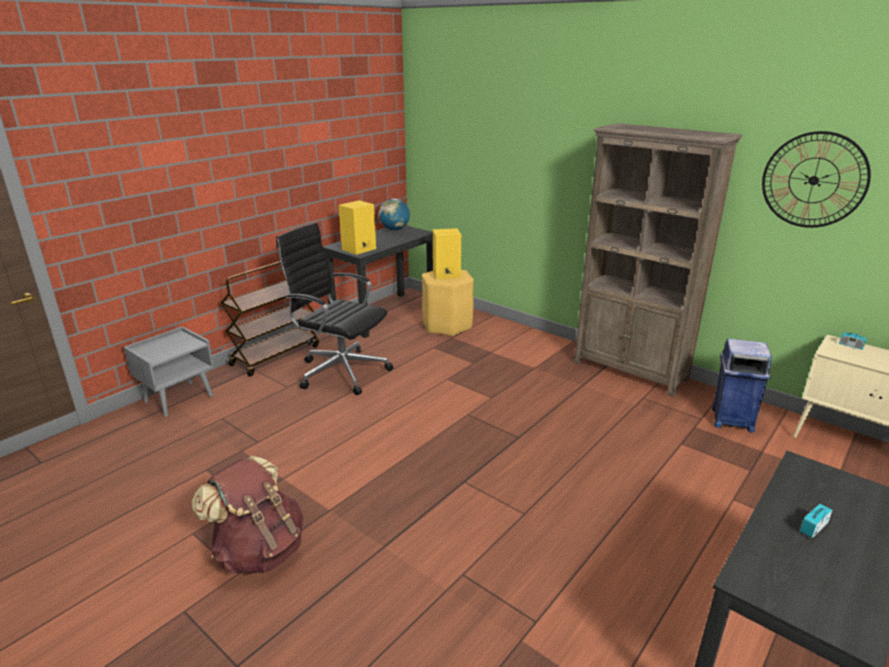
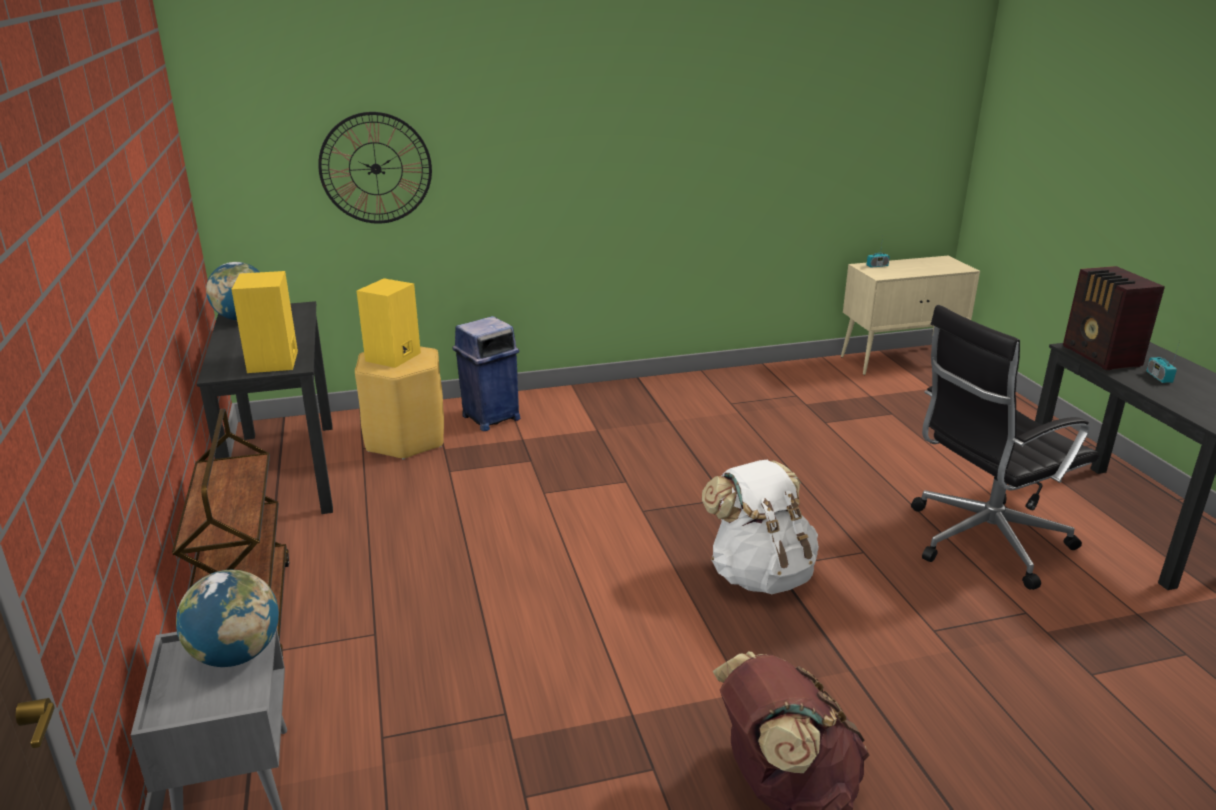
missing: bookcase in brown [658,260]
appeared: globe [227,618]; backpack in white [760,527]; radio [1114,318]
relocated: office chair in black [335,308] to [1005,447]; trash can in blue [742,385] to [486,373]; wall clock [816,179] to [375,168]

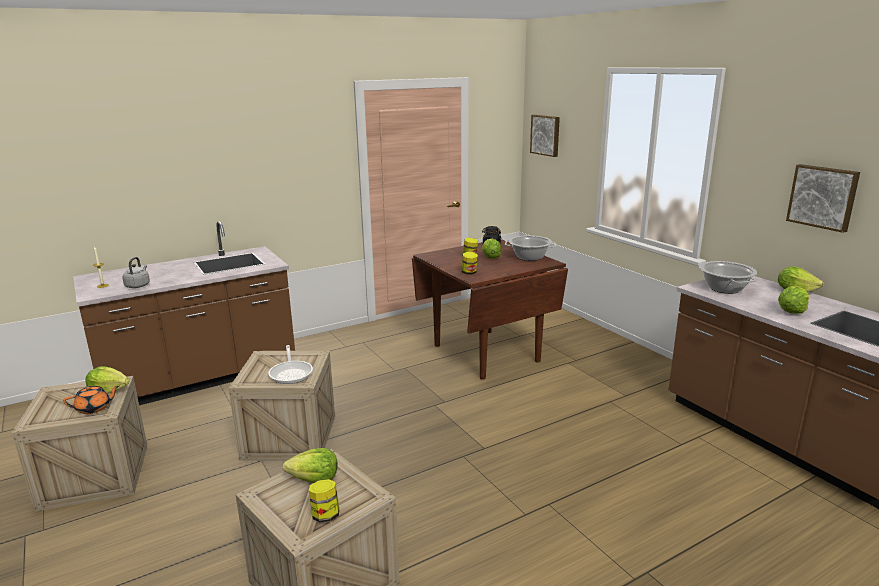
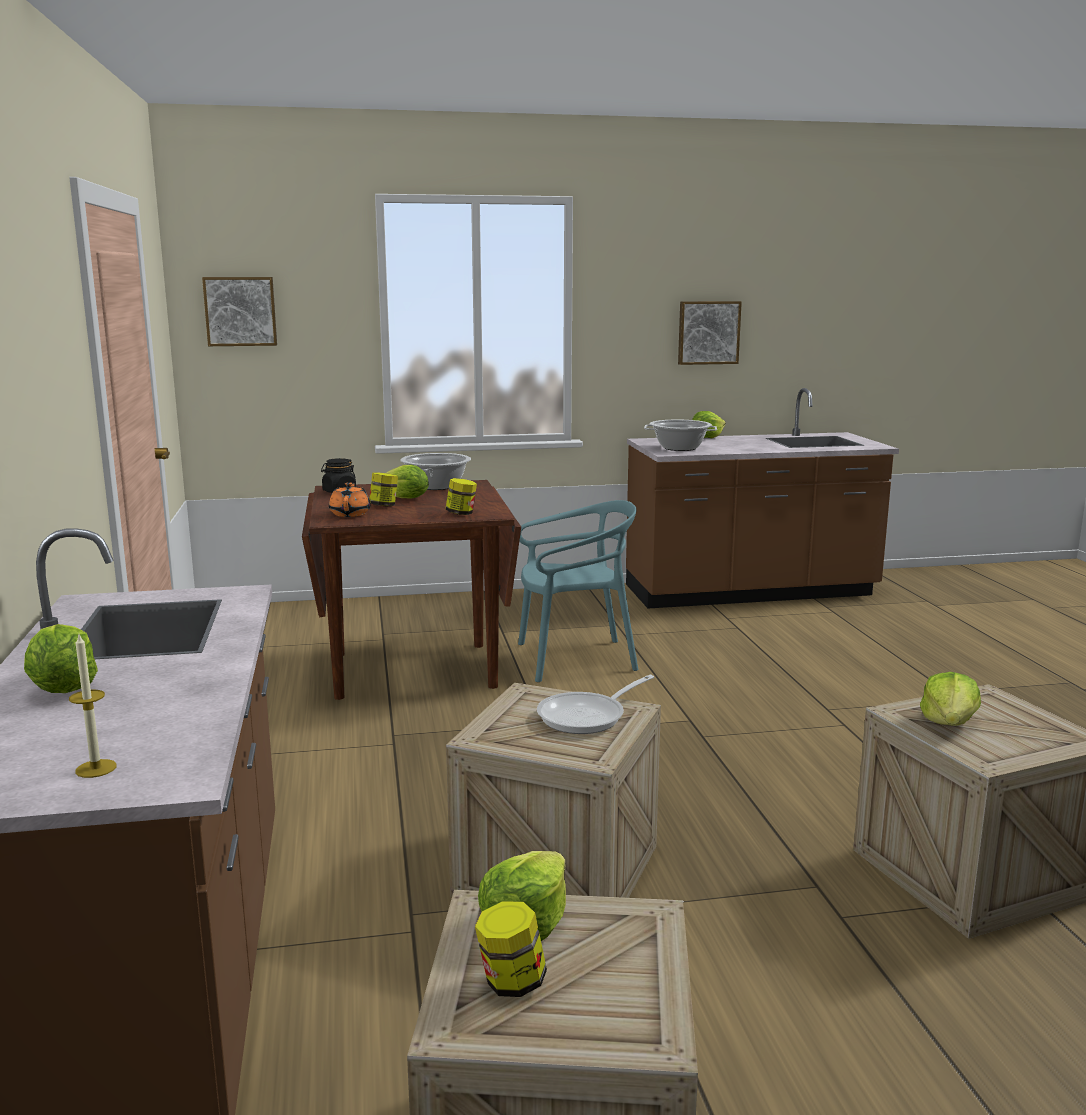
missing: kettle in grey [136,272]
appeared: chair in turquoise [578,591]
relocated: teapot in orange [91,400] to [349,499]; jar [324,500] to [511,949]; lettuce [793,300] to [61,658]
spun: frying pan [290,364] = [595,704] 135 degrees clockwise

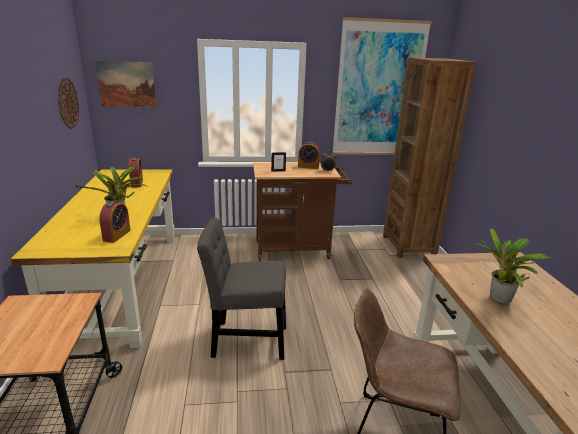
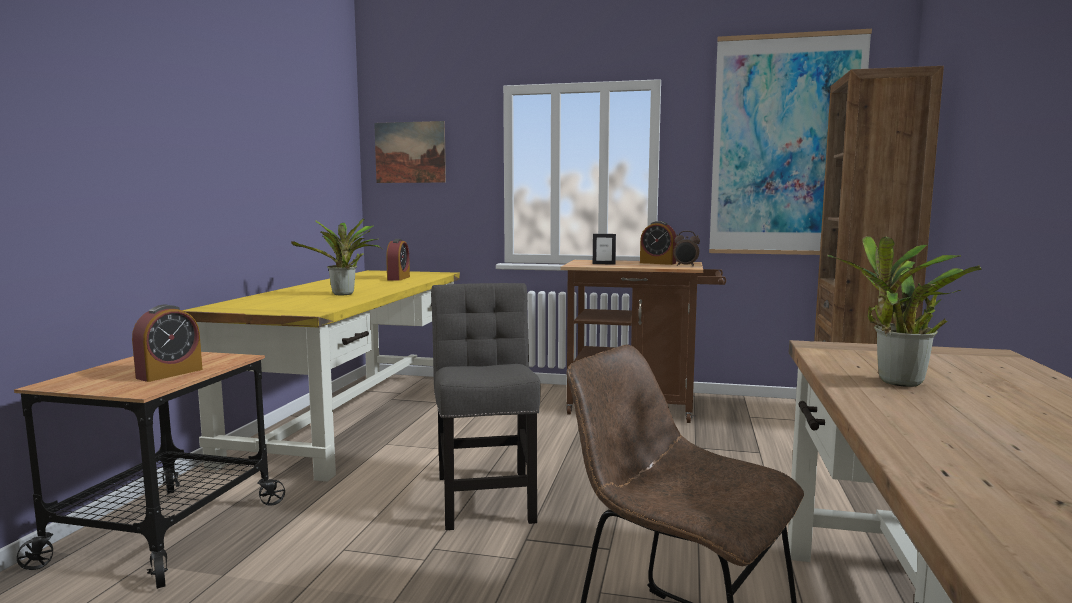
missing: wall clock [68,103]
relocated: alarm clock [115,221] to [167,343]
spun: chair in grey [241,288] = [485,406] 60 degrees clockwise

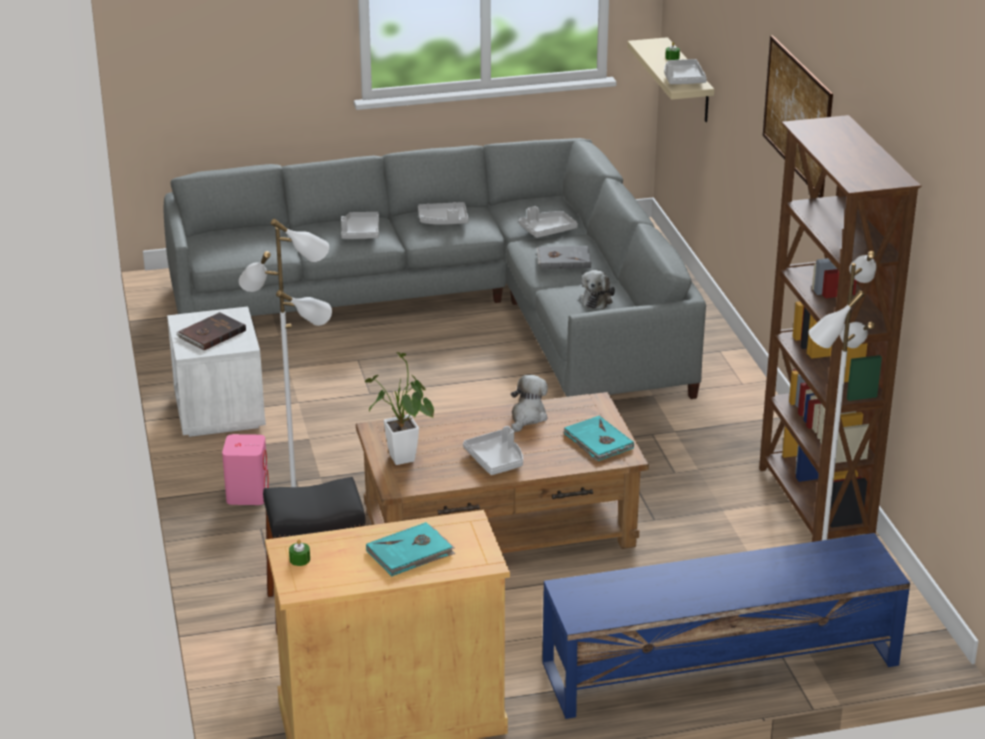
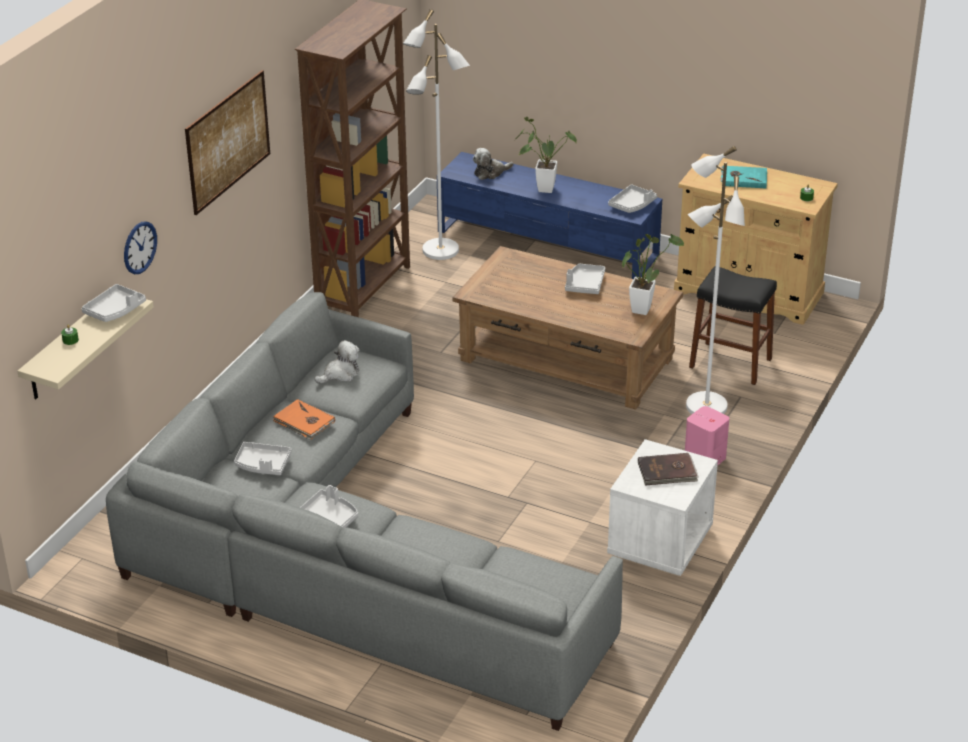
missing: book in turquoise [598,438]
appeared: wall clock [140,248]; potted plant [546,155]
relocated: tray in grey [360,225] to [632,198]; plush toy [529,403] to [493,164]
colour: book in grey [564,257] to book in orange [304,419]

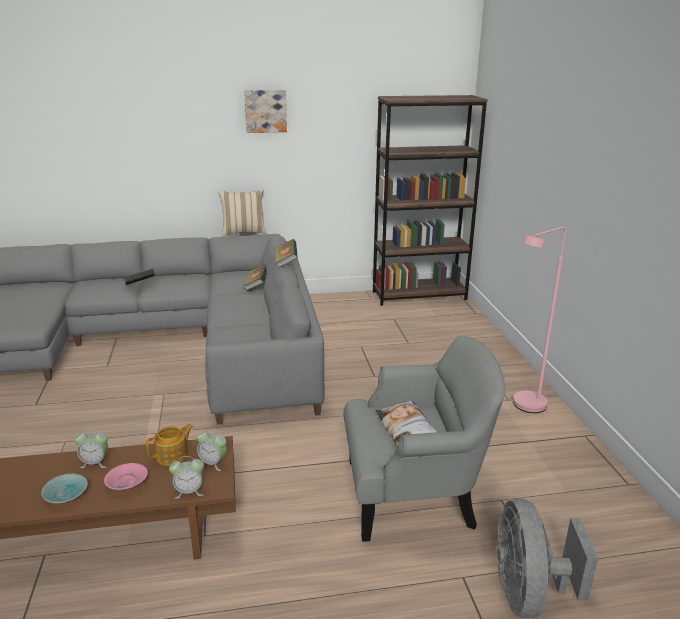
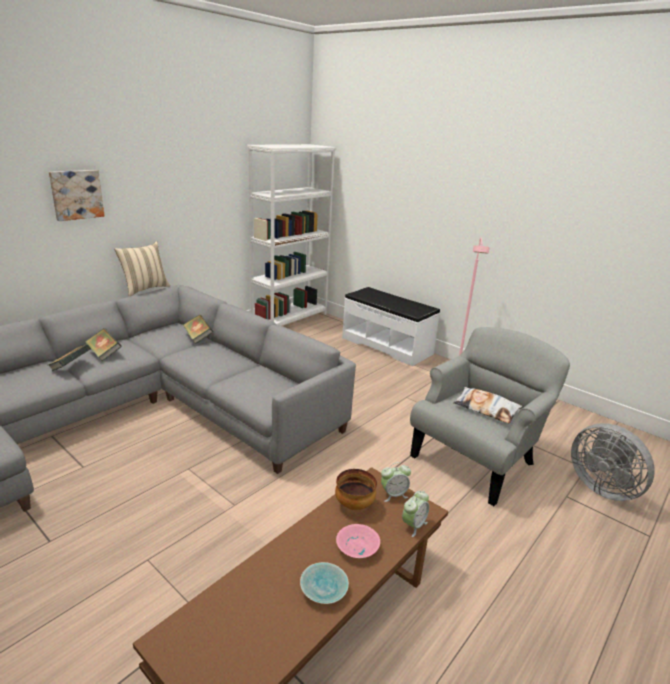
missing: alarm clock [91,448]
appeared: bench in white [391,326]
relocated: picture [265,111] to [77,195]; book [286,253] to [103,344]
exchanged: teapot [170,445] to bowl [356,489]
colour: bookcase in brown [430,200] to bookcase in white [291,235]

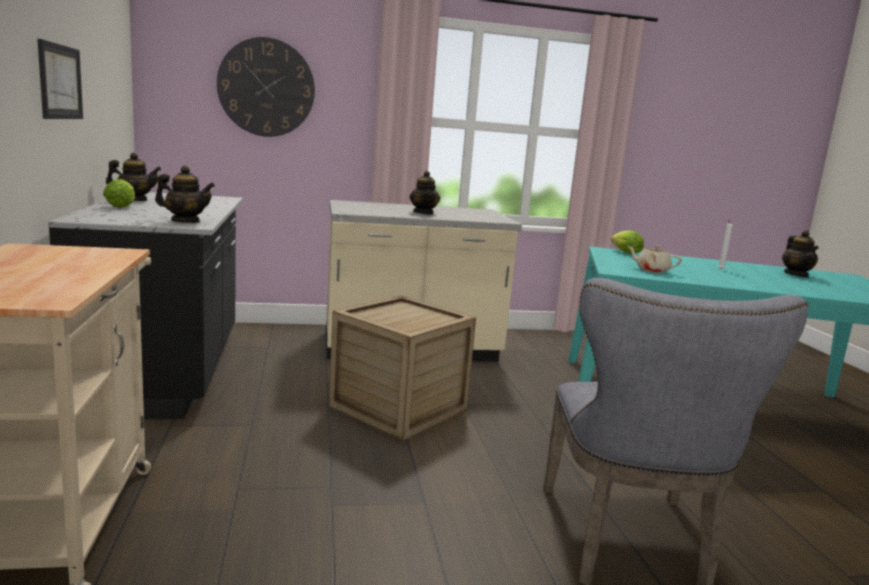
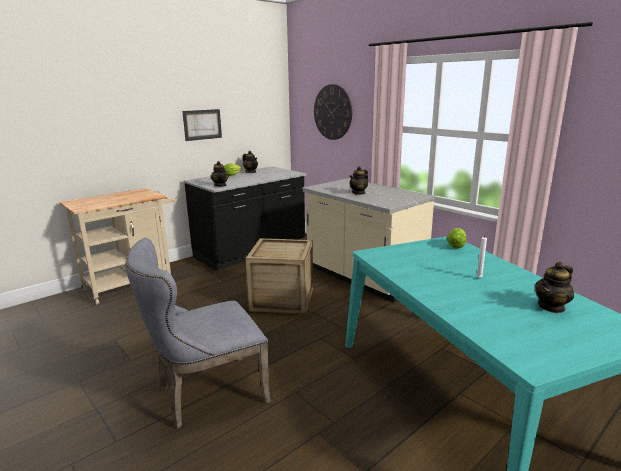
missing: teapot in beige [654,259]

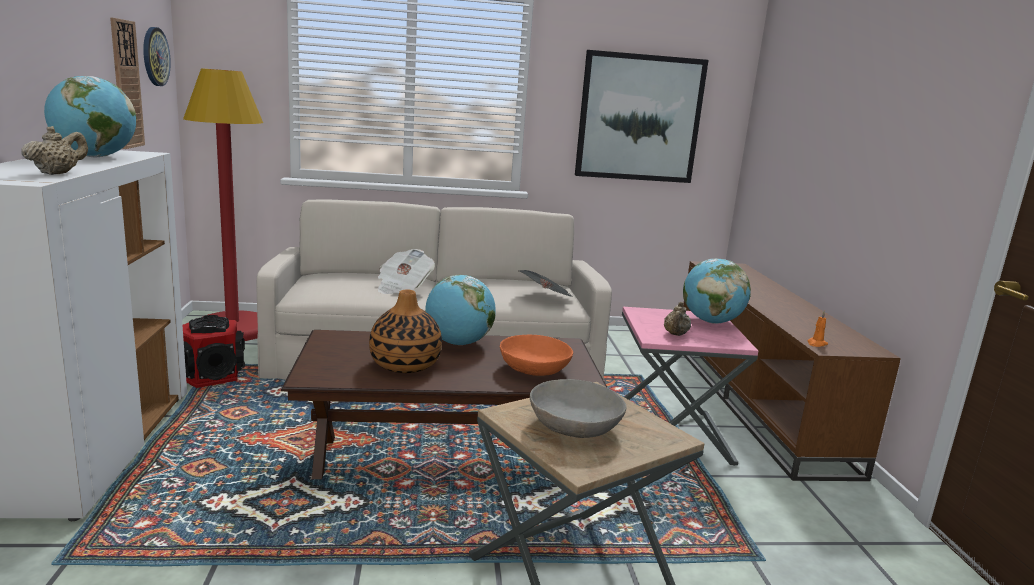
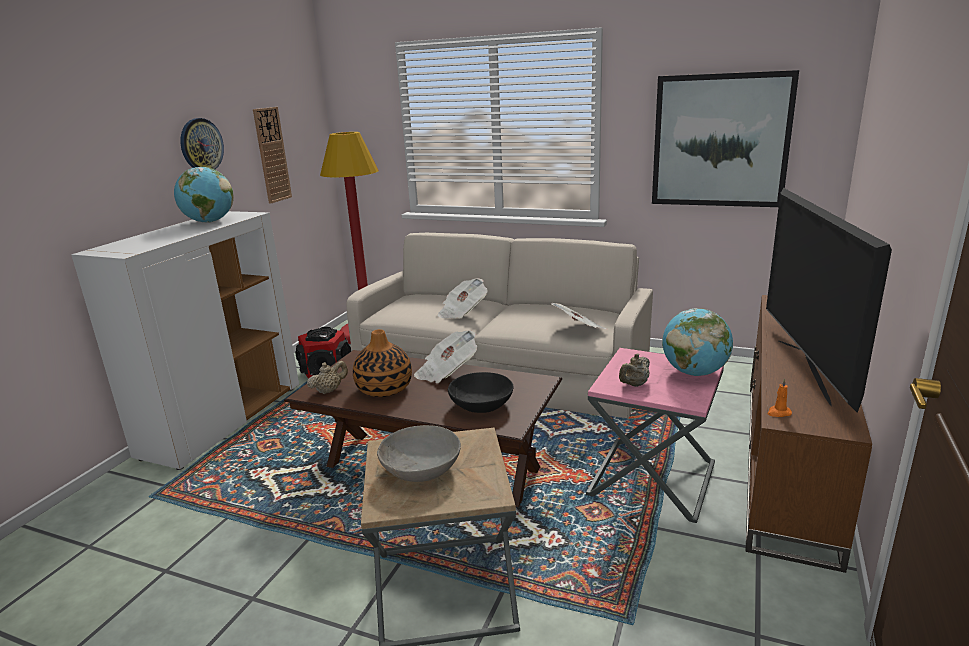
appeared: television [829,300]
relocated: teapot in beige [55,150] to [327,377]; wall clock [157,56] to [202,143]
exchanged: globe [460,310] to newspaper [445,356]
colour: bowl in orange [536,355] to bowl in black [480,392]

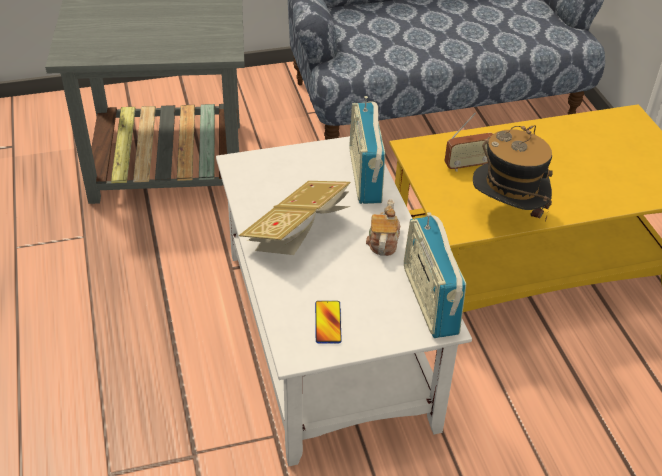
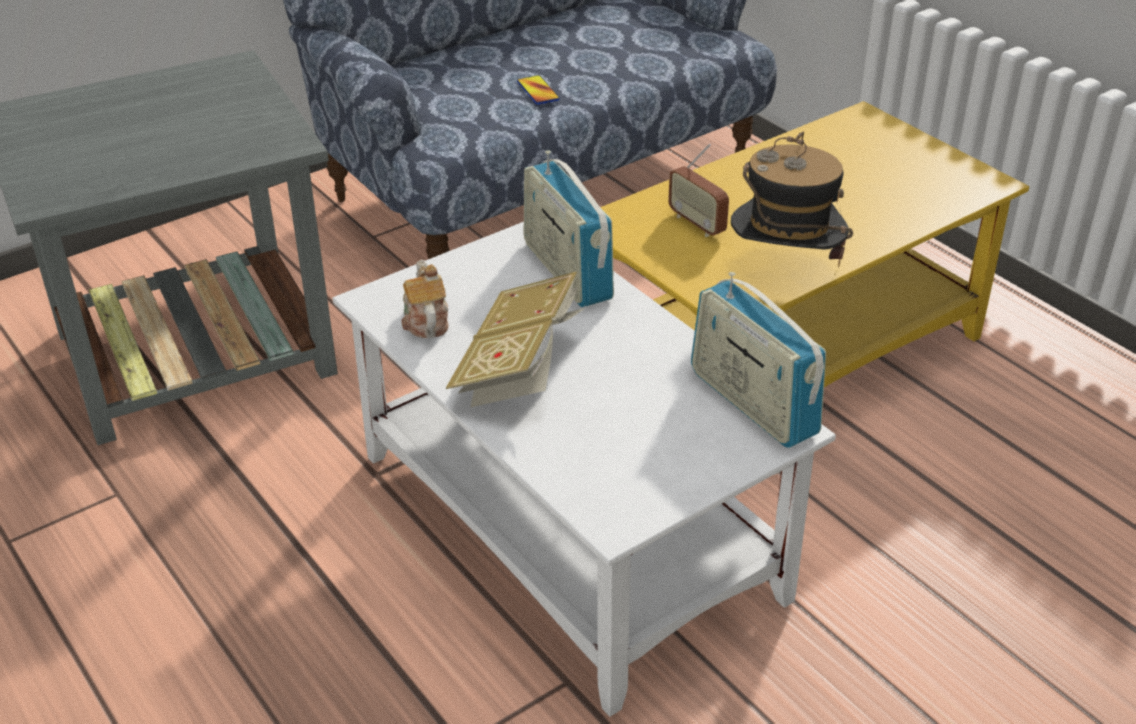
relocated: phone [328,322] to [538,89]; teapot [383,227] to [425,299]
spun: radio [468,142] = [698,190] 90 degrees clockwise

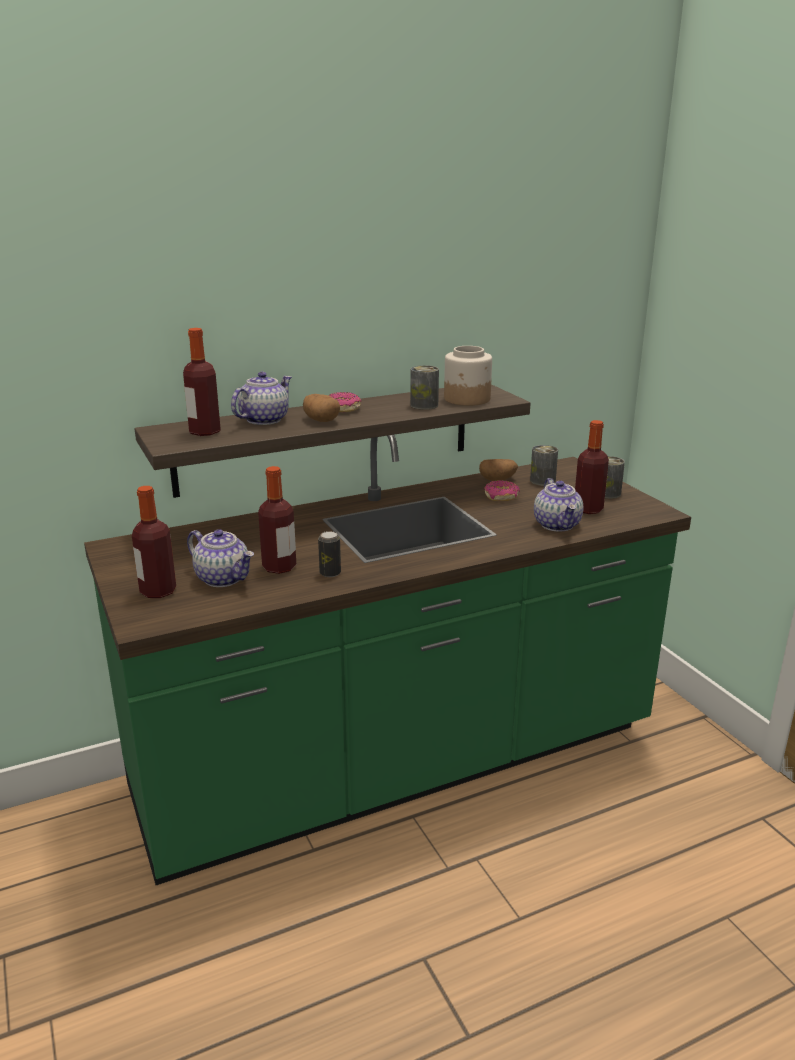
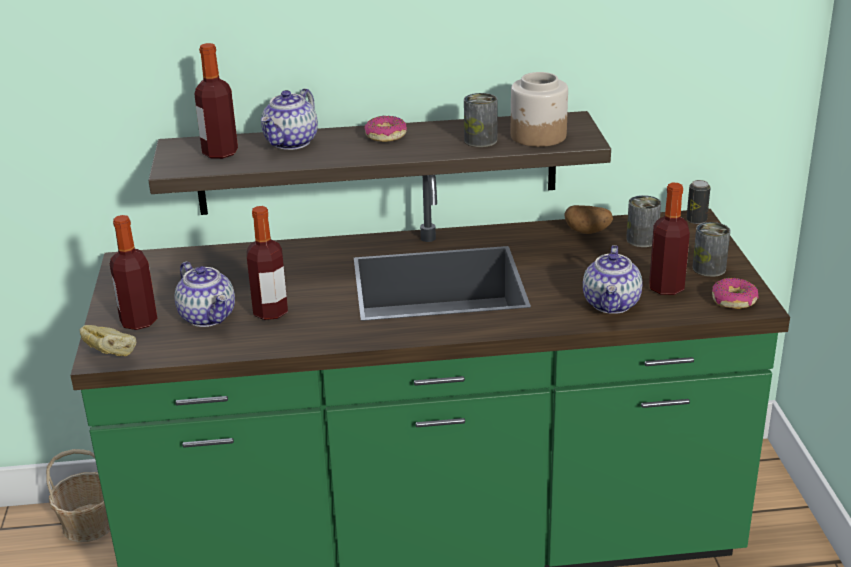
missing: potato [321,408]
appeared: basket [78,495]; bread [108,340]
relocated: can [329,554] to [698,202]; donut [502,490] to [735,293]
spun: teapot [261,398] = [289,119] 150 degrees clockwise

